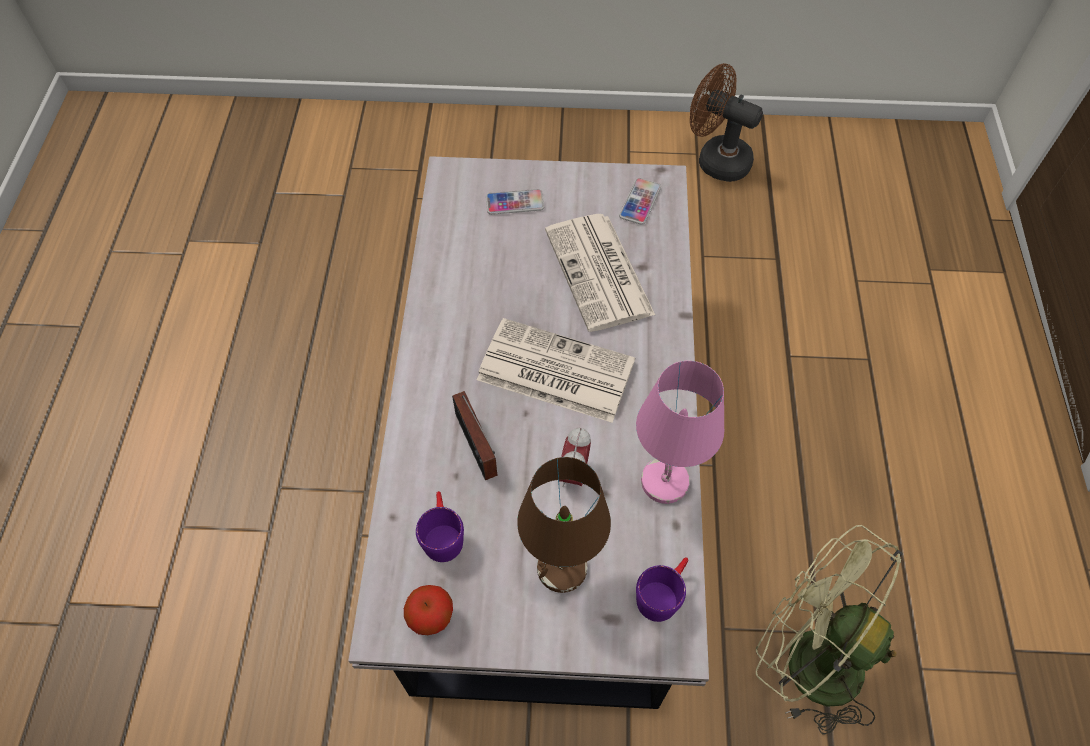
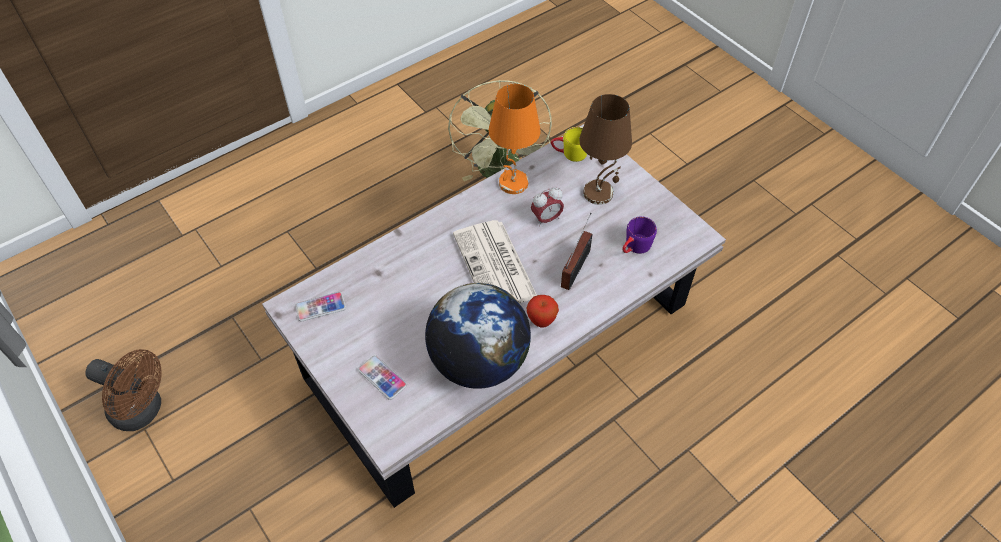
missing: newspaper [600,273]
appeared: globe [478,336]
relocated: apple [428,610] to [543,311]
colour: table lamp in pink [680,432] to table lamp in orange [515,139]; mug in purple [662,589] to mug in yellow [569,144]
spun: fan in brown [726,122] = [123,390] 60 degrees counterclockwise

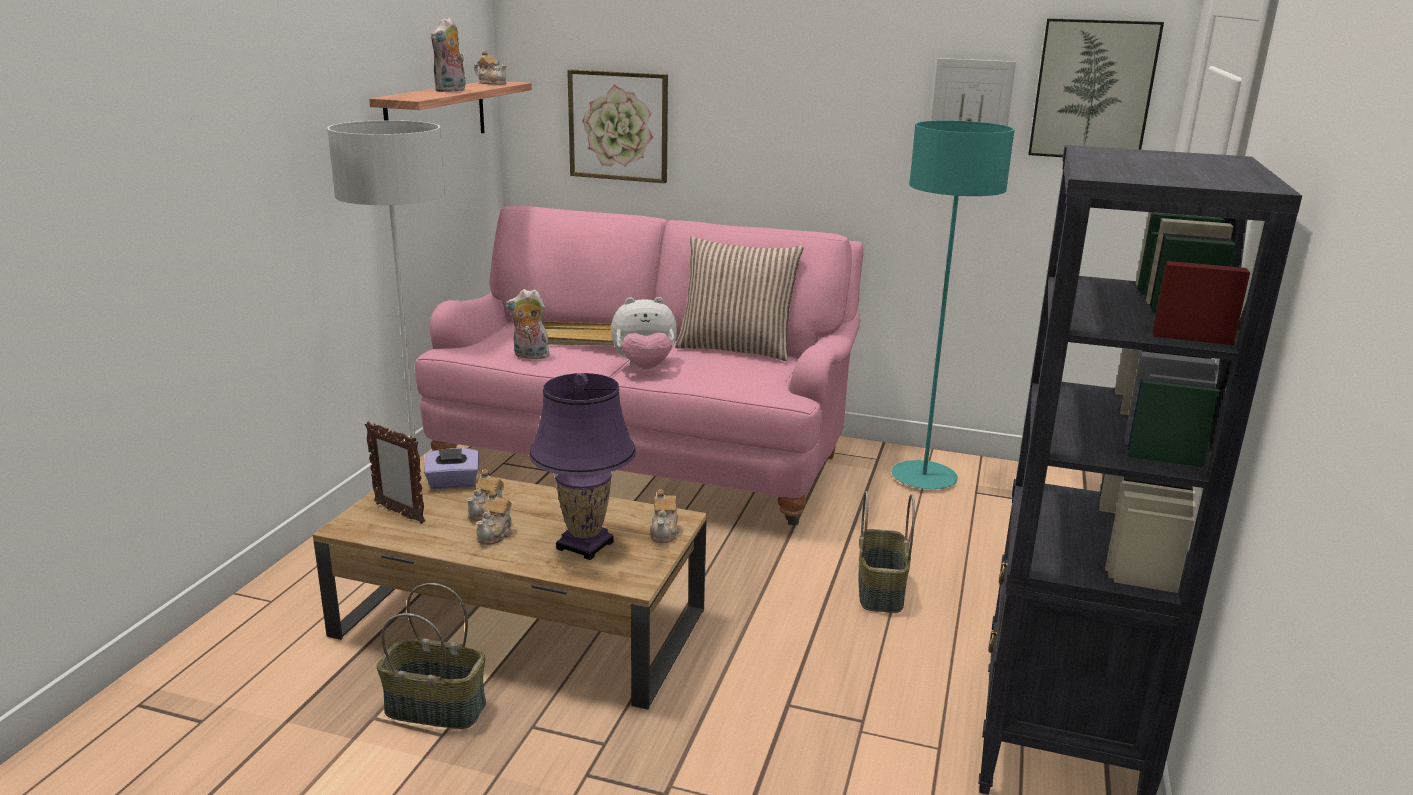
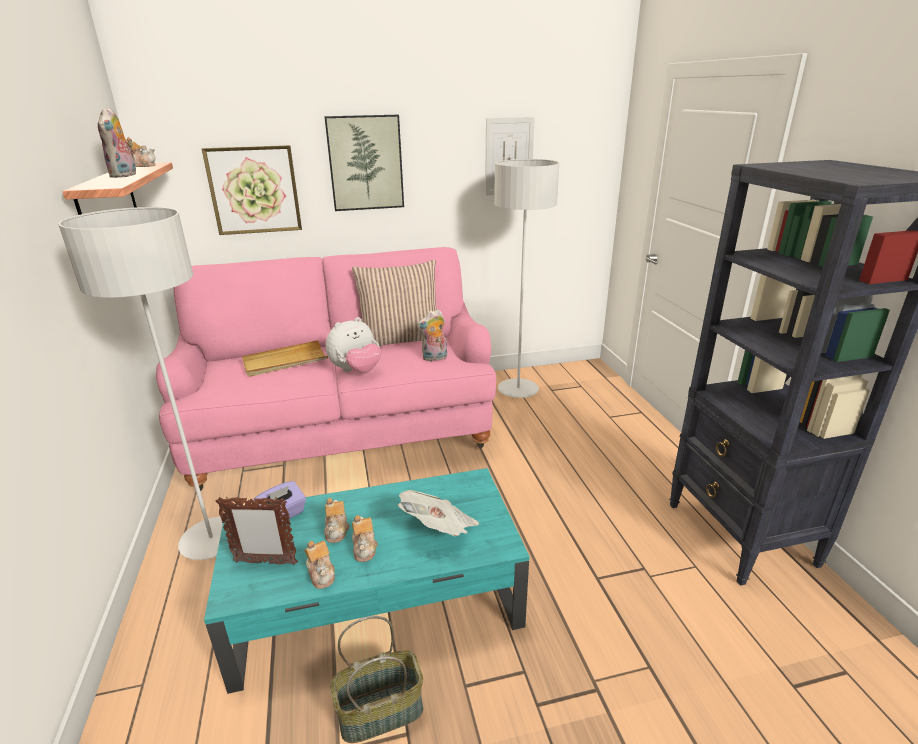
missing: basket [886,552]
relocated: plush toy [528,324] to [432,335]; teapot [665,516] to [319,565]; picture [1096,87] to [364,163]
exchanged: table lamp in purple [582,466] to newspaper [438,513]
colour: coffee table in brown [510,587] to coffee table in turquoise [367,581]; floor lamp in turquoise [953,304] to floor lamp in grey [527,278]

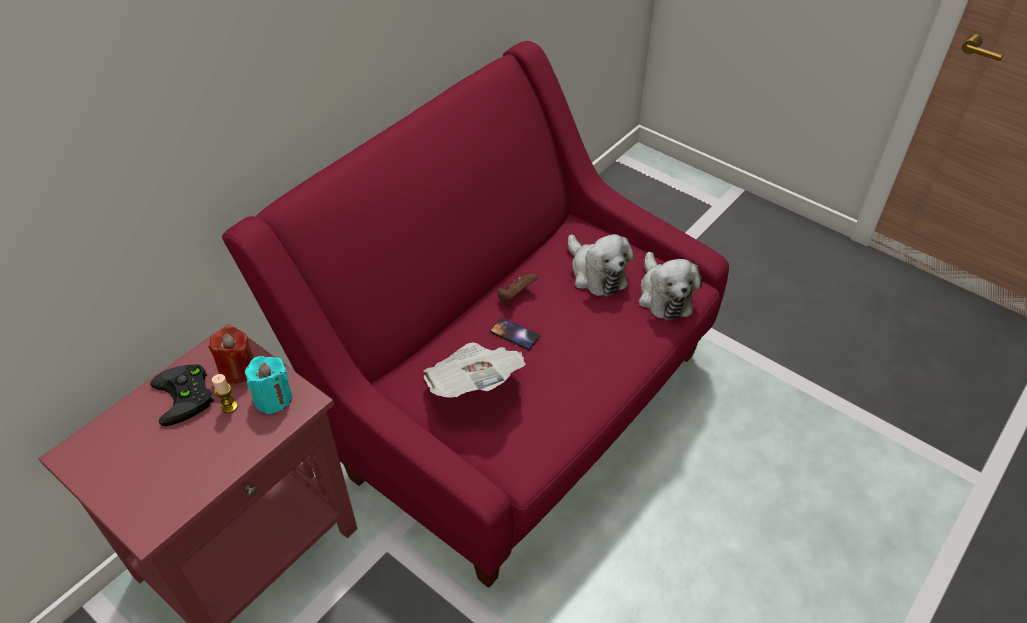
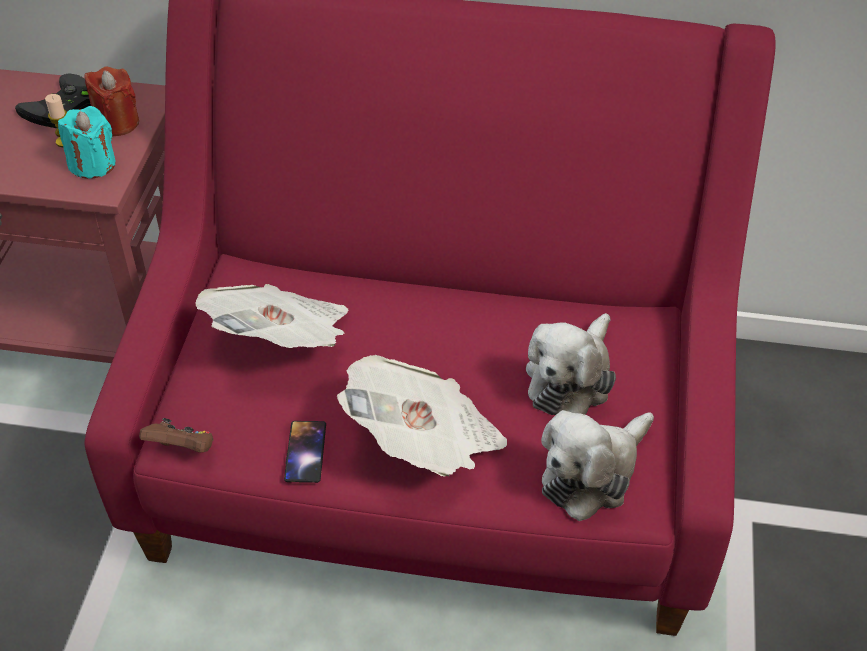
appeared: newspaper [422,415]
relocated: phone [515,334] to [305,452]; game controller in brown [518,287] to [176,435]

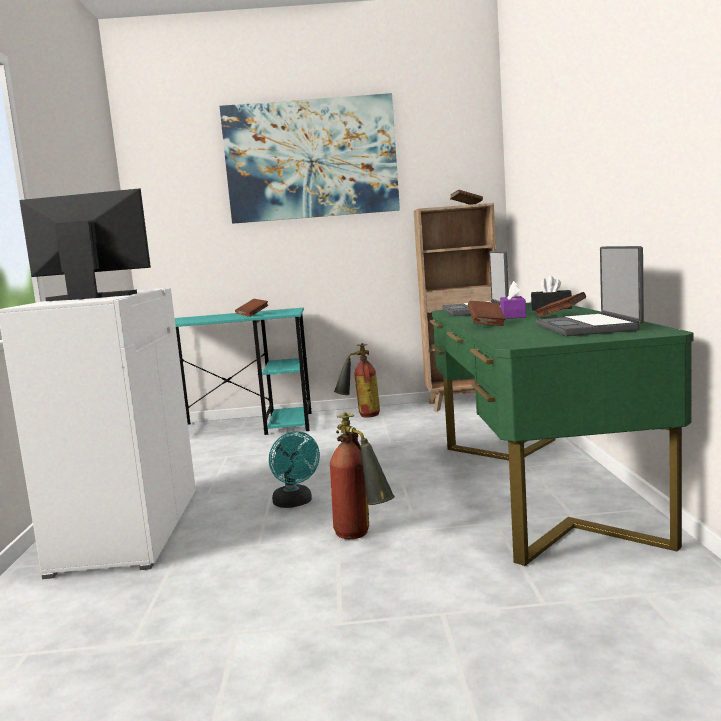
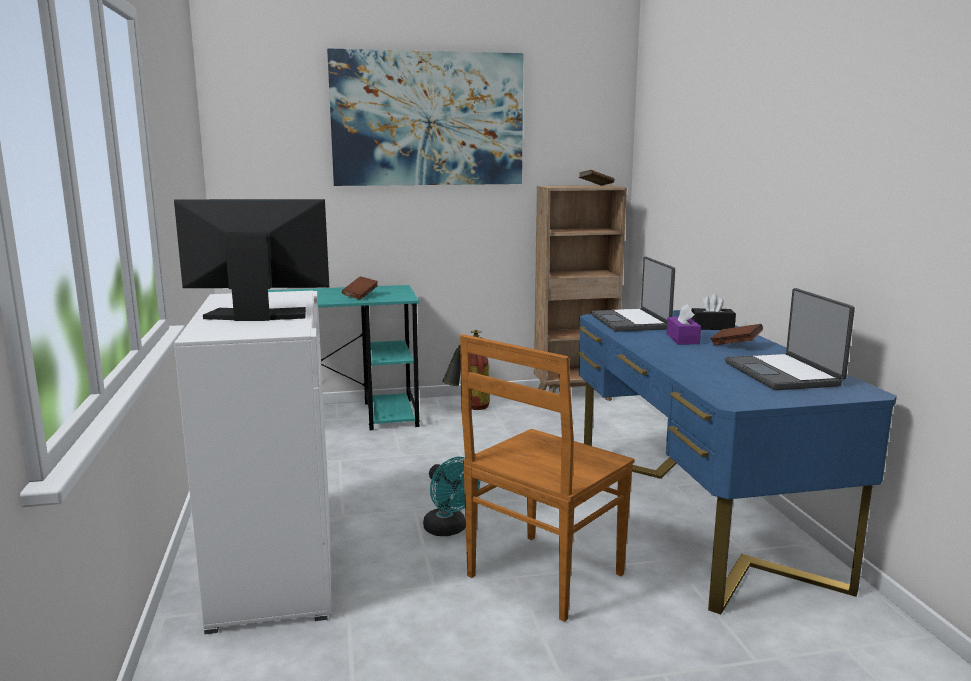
missing: book in brown [487,313]
exchanged: fire extinguisher [362,475] to chair in brown [547,478]
colour: desk in green [561,434] to desk in blue [737,462]

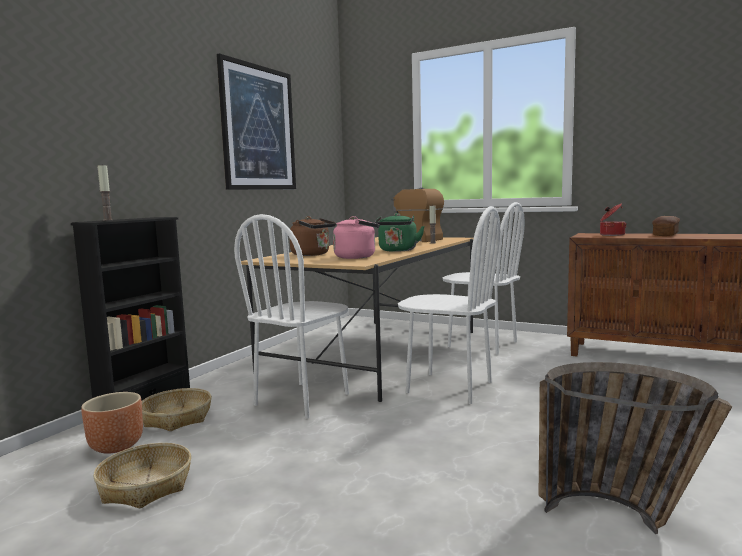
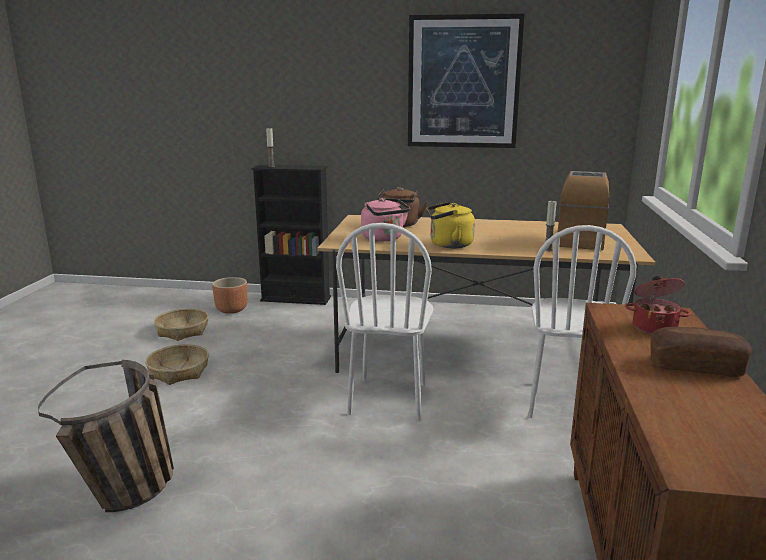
missing: chair in white [291,316]
relocated: basket [177,409] to [177,364]
colour: kettle in green [399,232] to kettle in yellow [450,225]

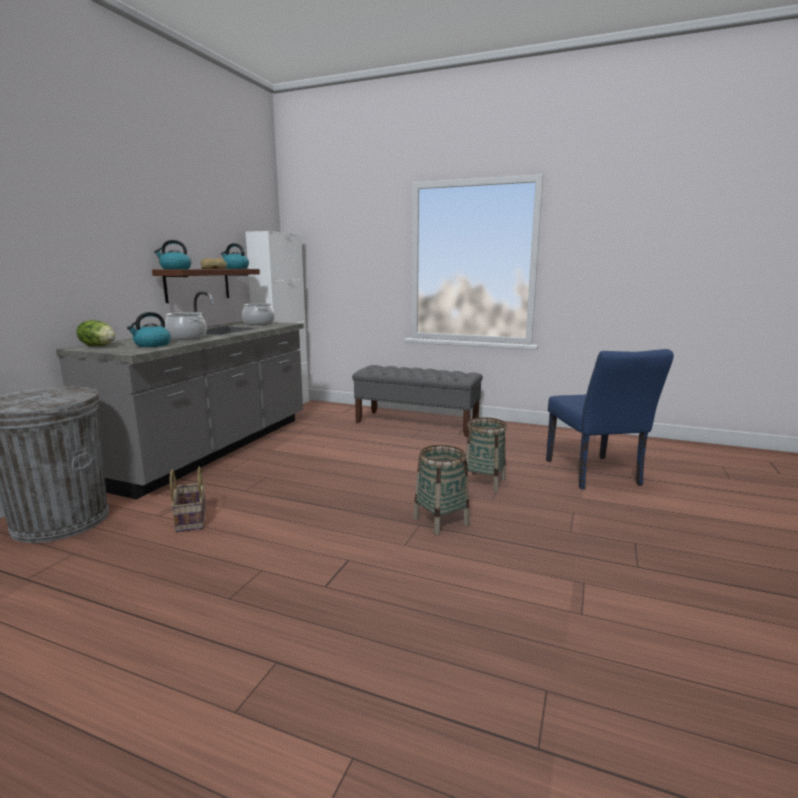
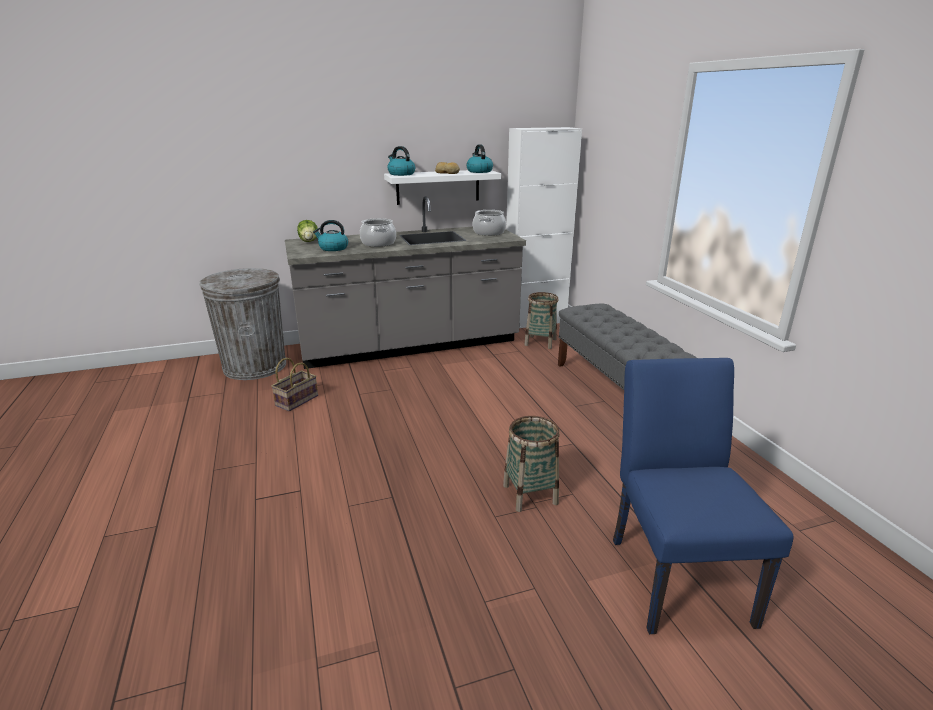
relocated: basket [441,490] to [541,320]
colour: shelf in brown [206,286] to shelf in white [442,187]
spun: chair in blue [610,419] = [703,496] 135 degrees clockwise

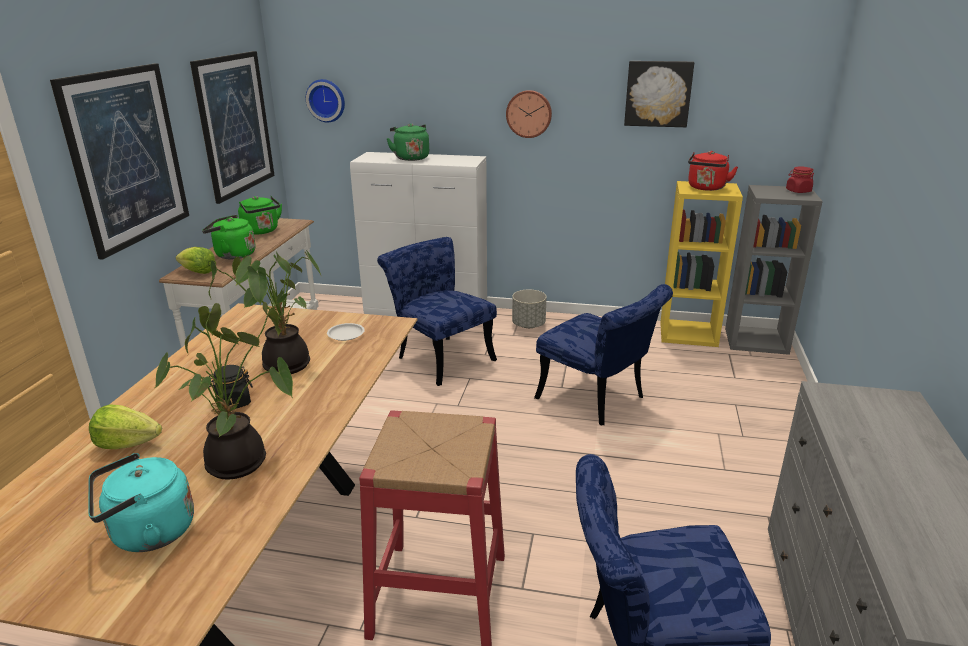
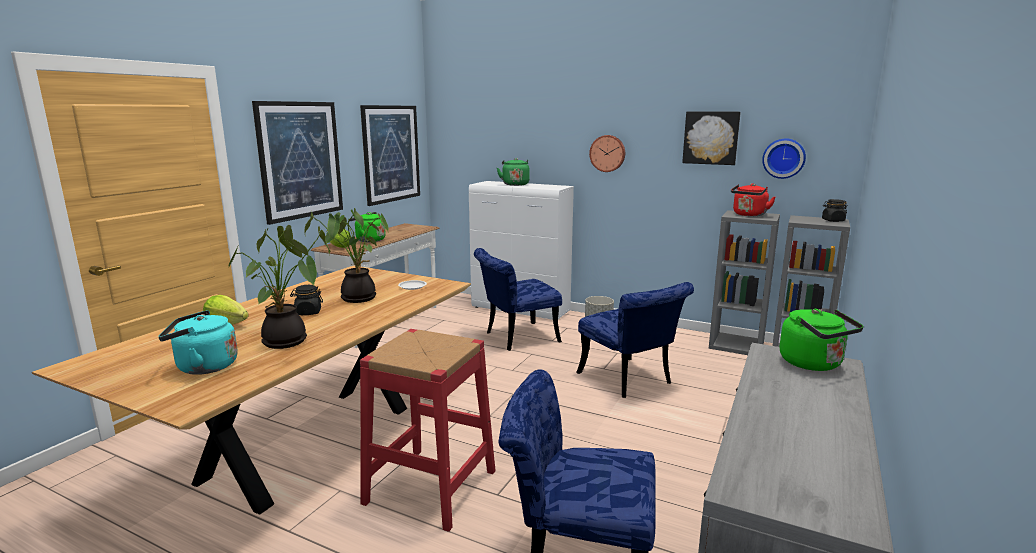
relocated: kettle in green [260,215] to [821,340]; wall clock [325,100] to [784,159]
colour: bookcase in yellow [701,264] to bookcase in grey [744,282]; jar in red [800,180] to jar in black [834,210]
spun: chair in blue [437,311] = [518,299] 90 degrees counterclockwise

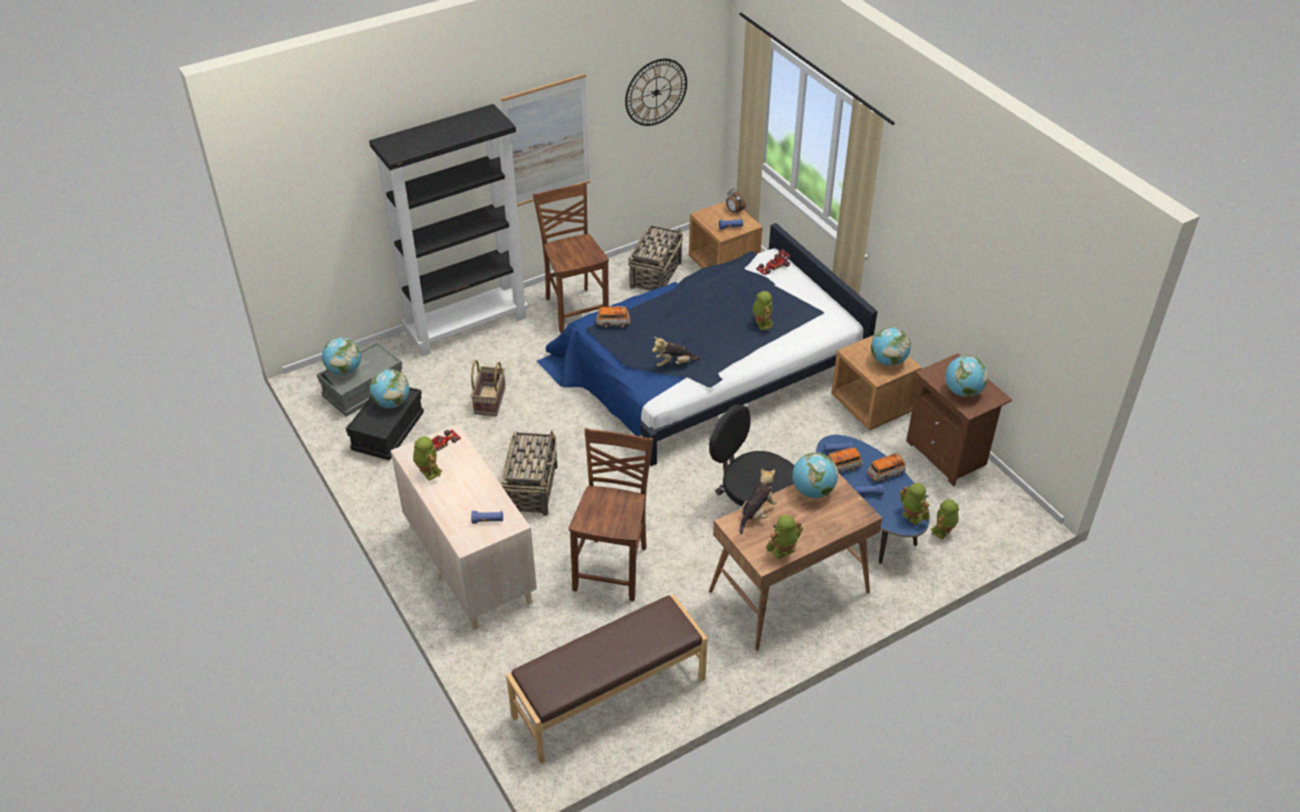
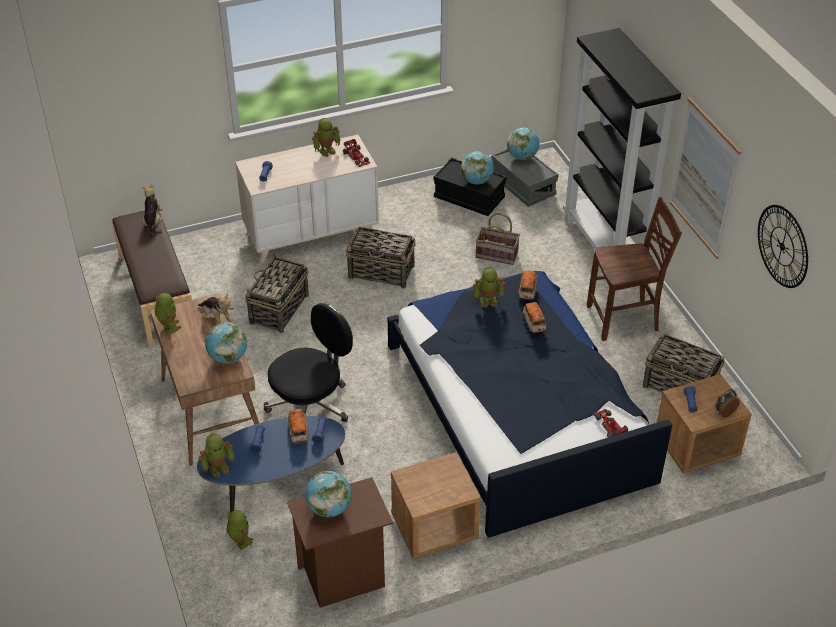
missing: globe [891,346]
relocated: plush toy [676,352] to [153,211]; toy robot [763,310] to [489,287]; toy car [887,467] to [534,318]
exchanged: chair in brown [611,514] to basket [277,293]

